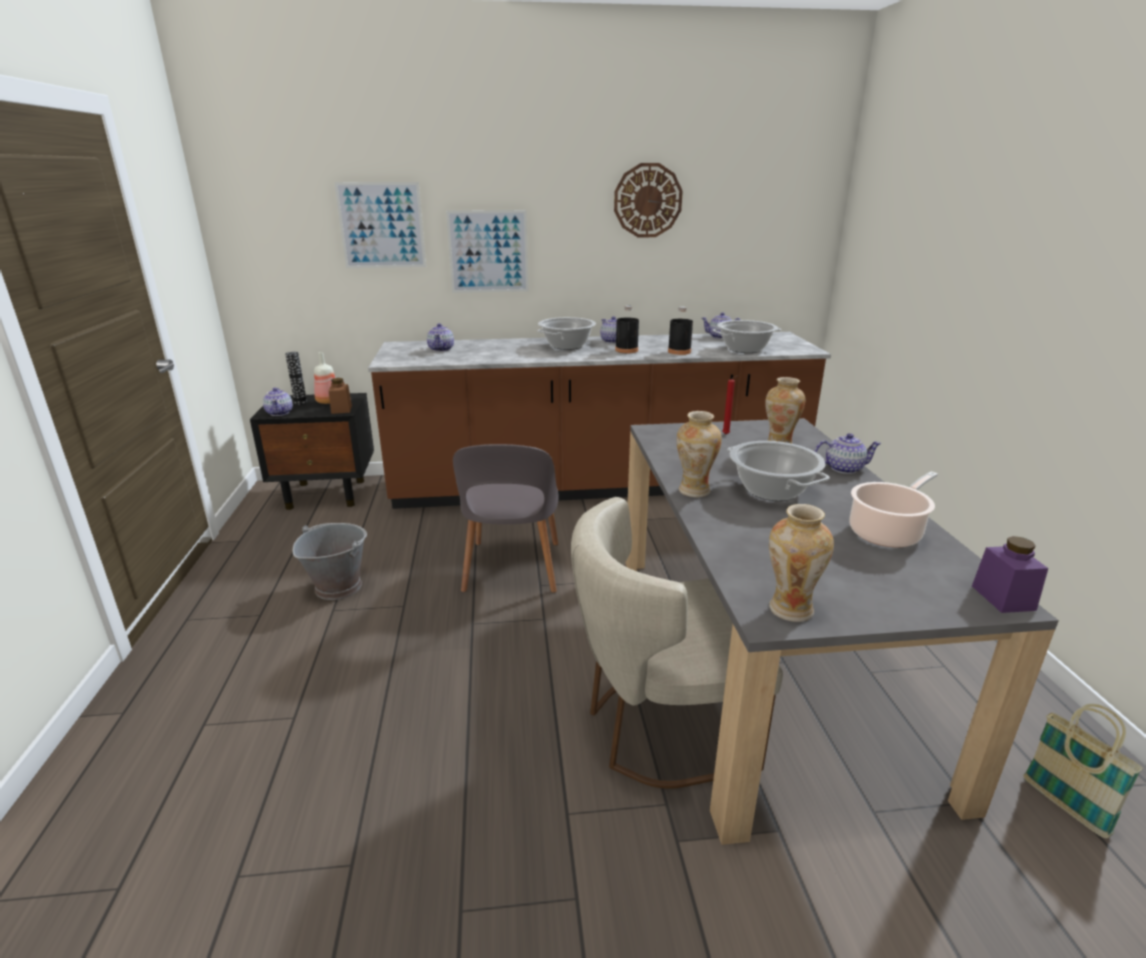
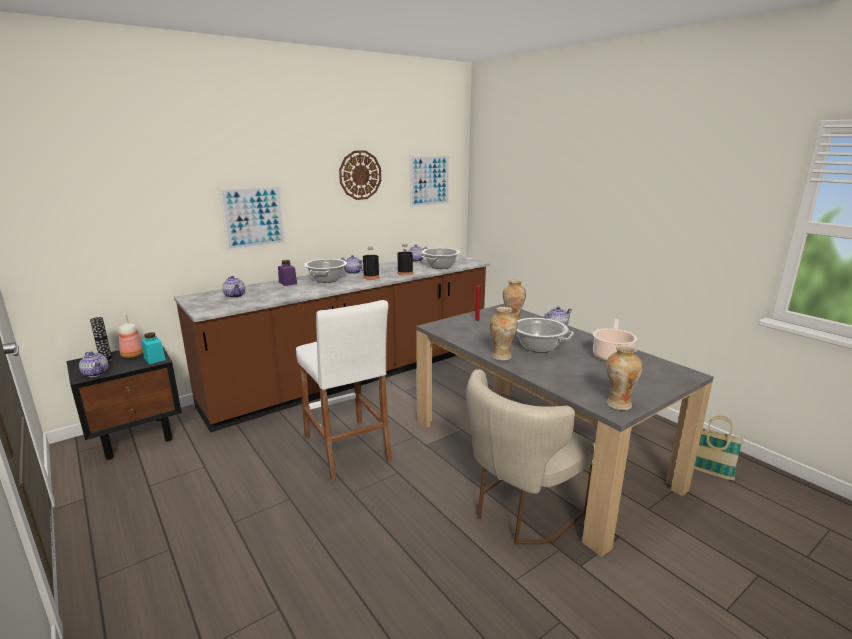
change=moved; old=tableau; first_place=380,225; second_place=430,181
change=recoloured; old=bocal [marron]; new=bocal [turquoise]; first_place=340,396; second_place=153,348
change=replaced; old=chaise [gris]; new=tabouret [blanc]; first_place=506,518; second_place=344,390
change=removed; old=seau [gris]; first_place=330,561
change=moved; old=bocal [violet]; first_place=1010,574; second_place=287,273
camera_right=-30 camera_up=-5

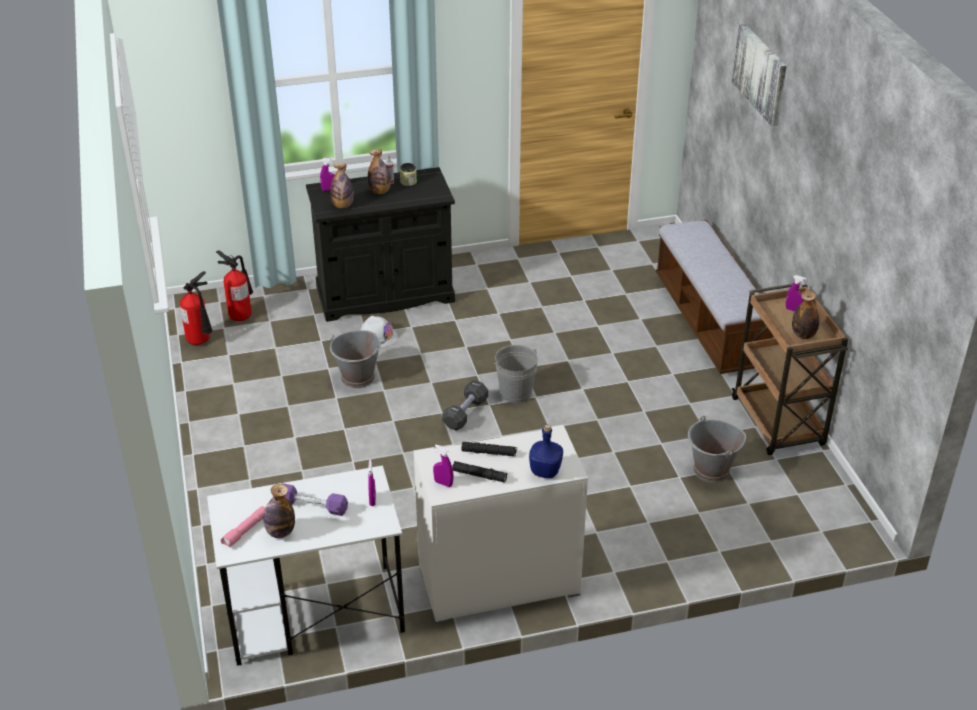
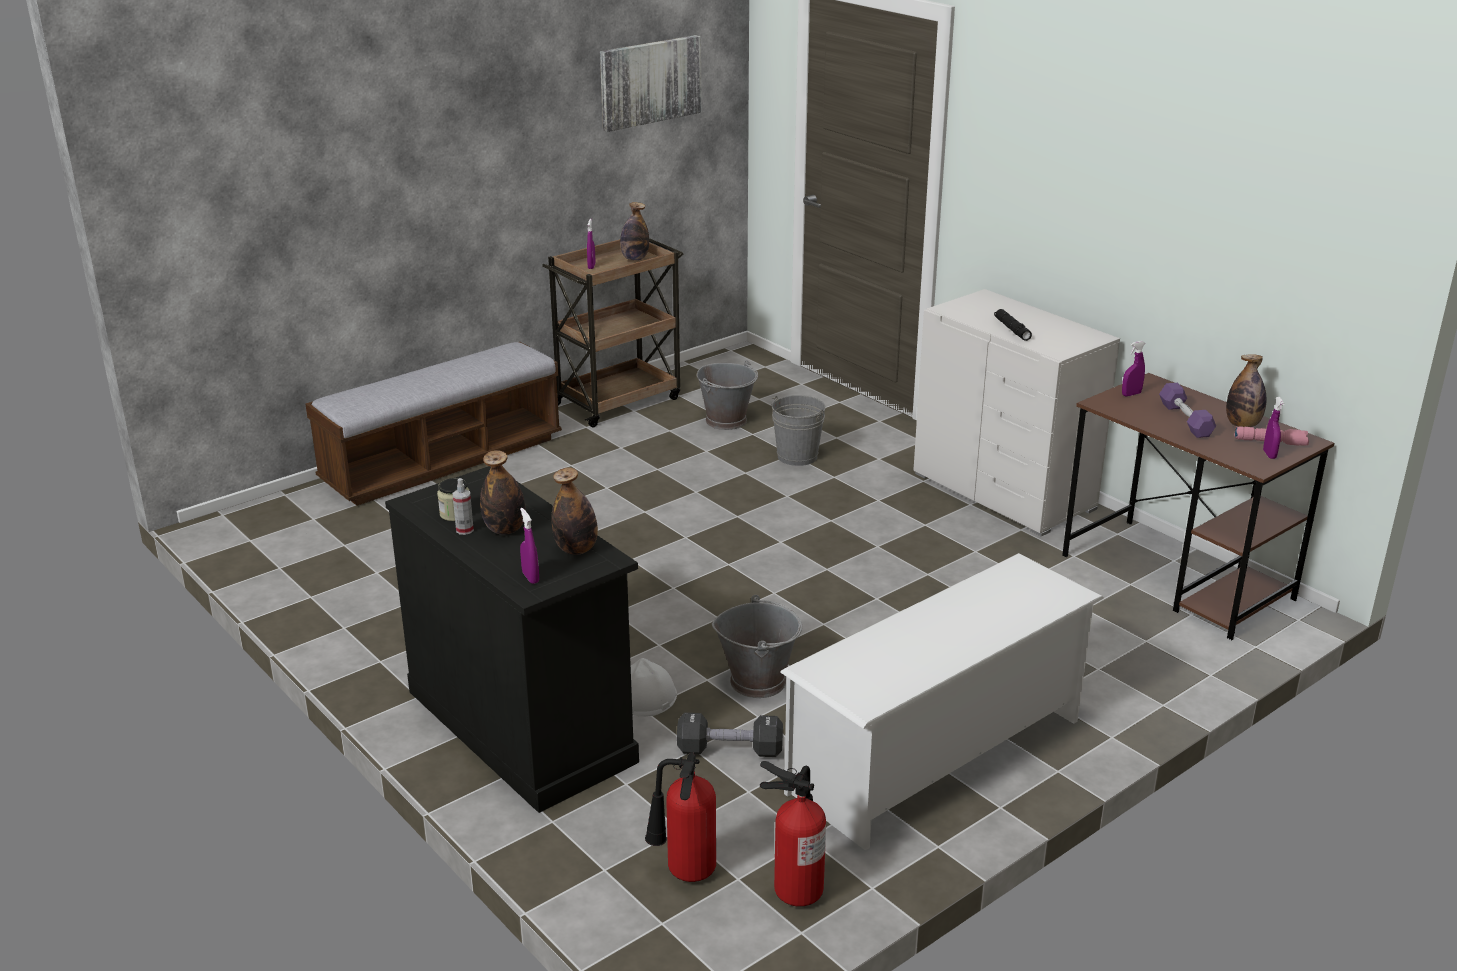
change=moved; old=tableau; first_place=759,75; second_place=651,83
change=moved; old=seau [gris]; first_place=516,374; second_place=799,430
change=moved; old=haltère [noir]; first_place=465,405; second_place=730,735
change=removed; old=bouteille [bleu]; first_place=546,451
change=moved; old=vaporisateur [violet]; first_place=443,465; second_place=1273,428
change=removed; old=lampe de poche [noir]; first_place=479,472
change=recoloured; old=bureau [blanc]; new=bureau [marron]; first_place=306,565; second_place=1198,506
change=added; new=étagère à chaussures [blanc]; second_place=942,702
camera_right=-115 camera_up=-10

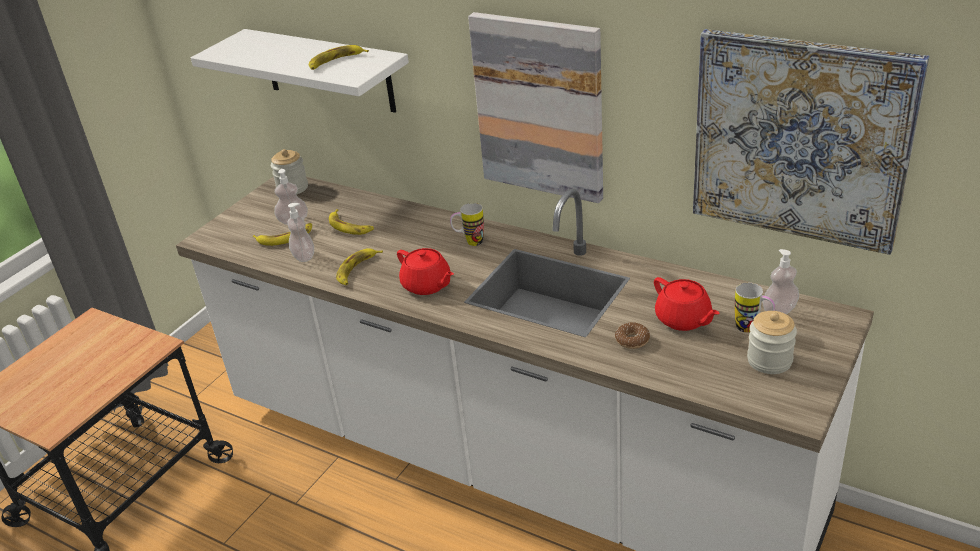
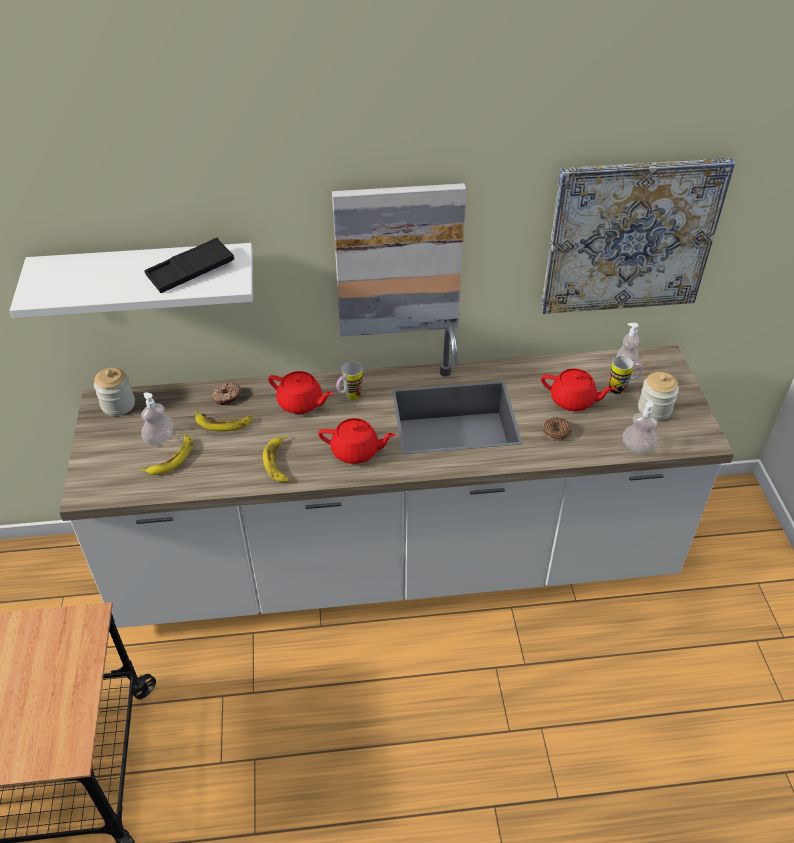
change=replaced; old=banane; new=plateau [noir]; first_place=339,57; second_place=189,265
change=moved; old=distributeur de savon; first_place=301,232; second_place=640,427
change=added; new=théière [rouge]; second_place=300,392
change=added; new=beignet; second_place=226,393
camera_right=-40 camera_up=10

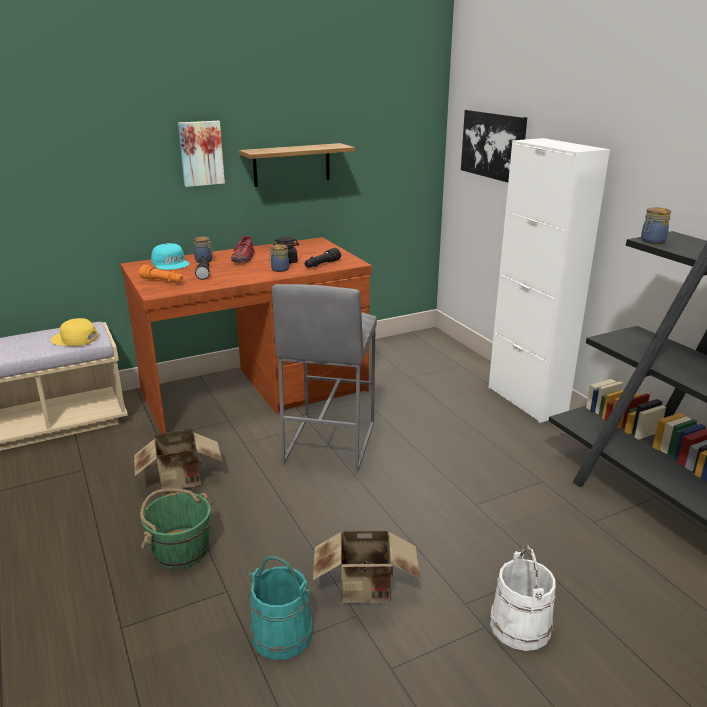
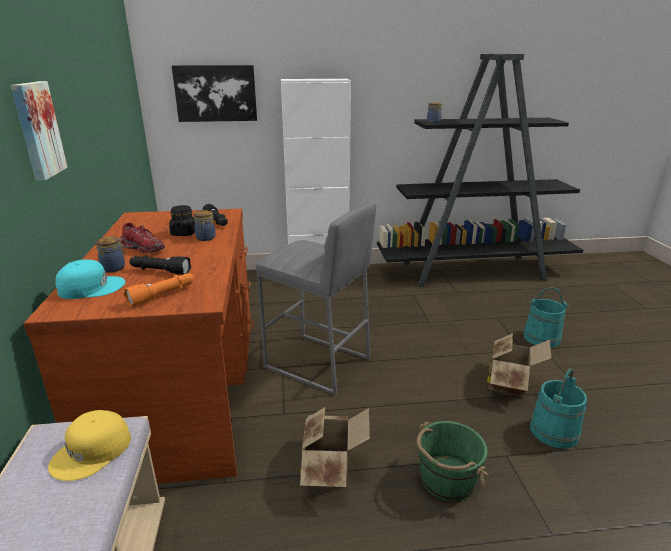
change=removed; old=étagère; first_place=297,165
change=recoloured; old=seau [blanc]; new=seau [turquoise]; first_place=522,598; second_place=546,317
camera_right=-70 camera_up=0

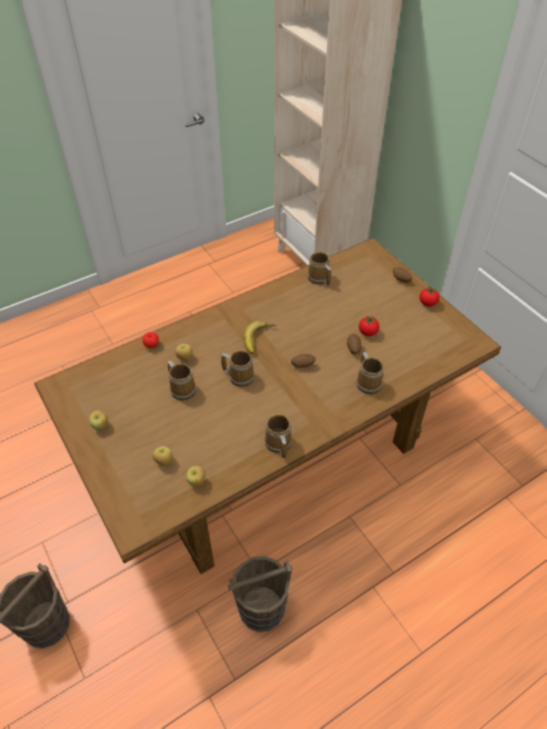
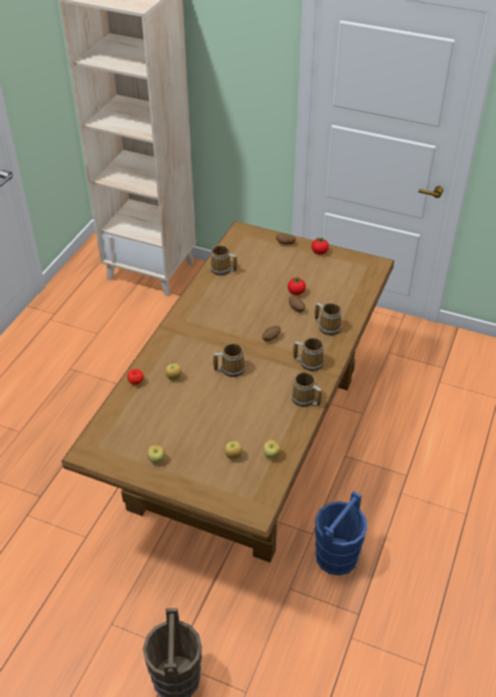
change=removed; old=banane; first_place=260,337
change=moved; old=mug; first_place=182,380; second_place=308,354
change=recoloured; old=seau [marron]; new=seau [bleu]; first_place=260,594; second_place=341,533
camera_right=-35 camera_up=-5

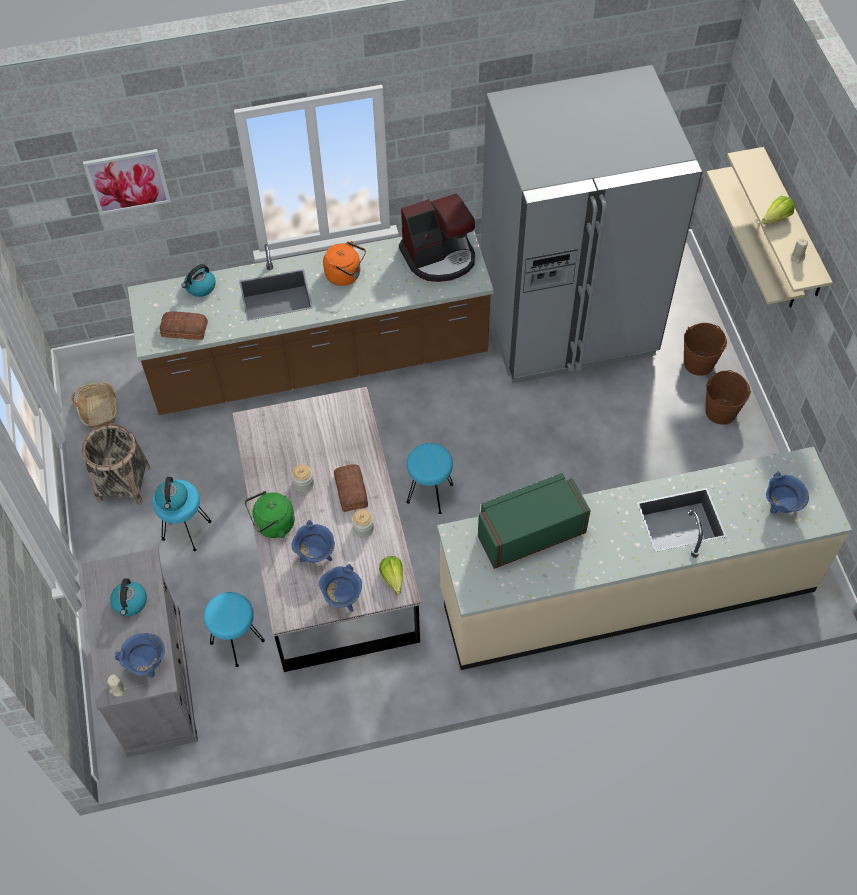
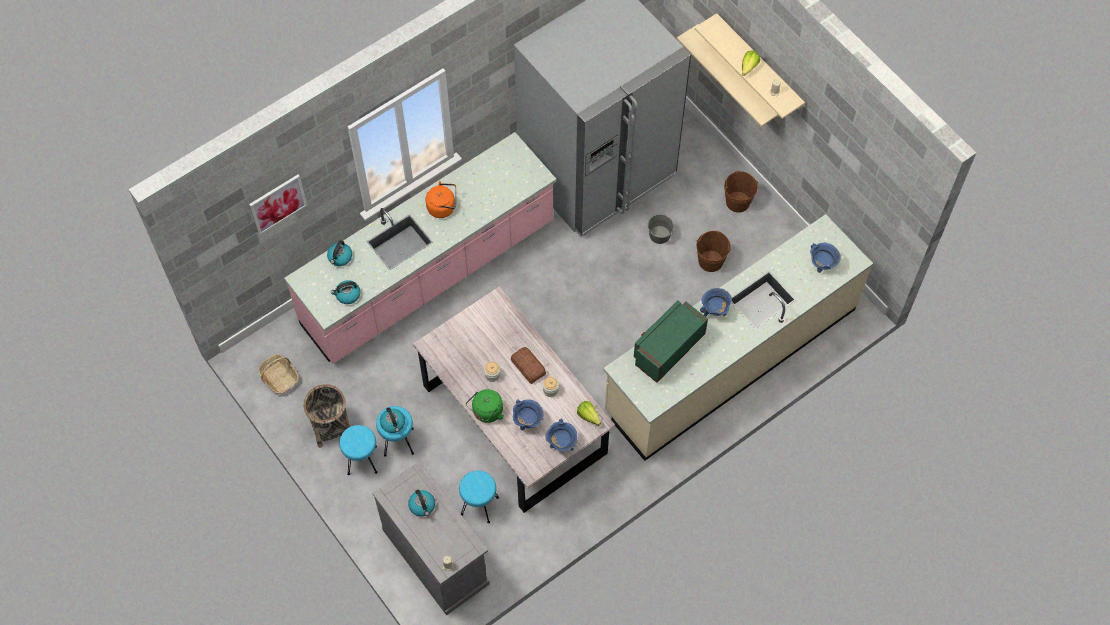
change=removed; old=machine à café; first_place=437,237
change=recoloured; old=comptoir de cuisine [marron]; new=comptoir de cuisine [rose]; first_place=311,322; second_place=420,248
change=replaced; old=pain; new=bouilloire; first_place=184,326; second_place=345,292
change=moved; old=seau [marron]; first_place=705,349; second_place=713,251
change=moved; old=tabouret [turquoise]; first_place=430,478; second_place=358,450
change=moved; old=marmite [bleu]; first_place=140,655; second_place=716,302
change=added; new=seau [gris]; second_place=661,229
camera_right=-25 camera_up=5

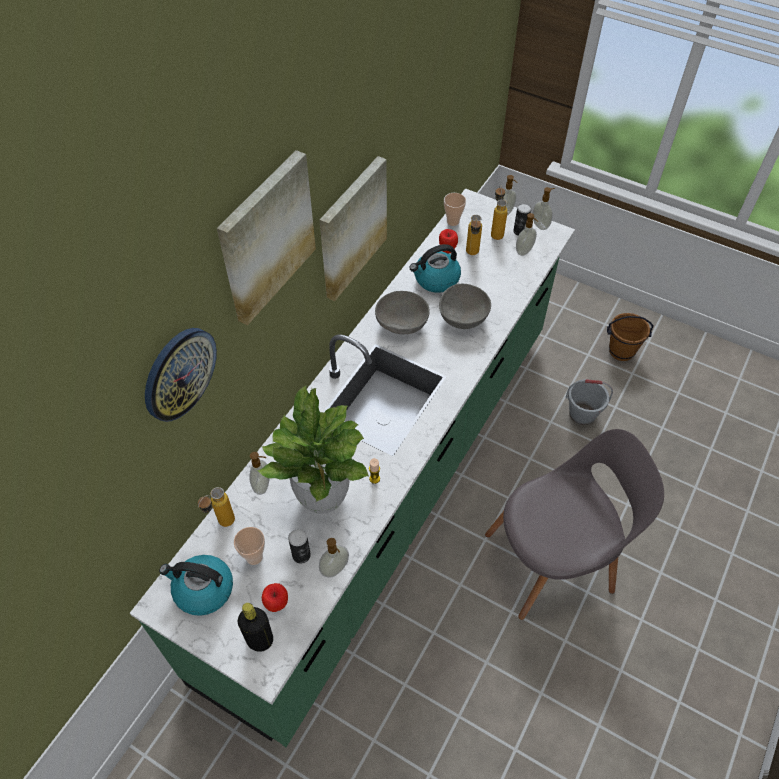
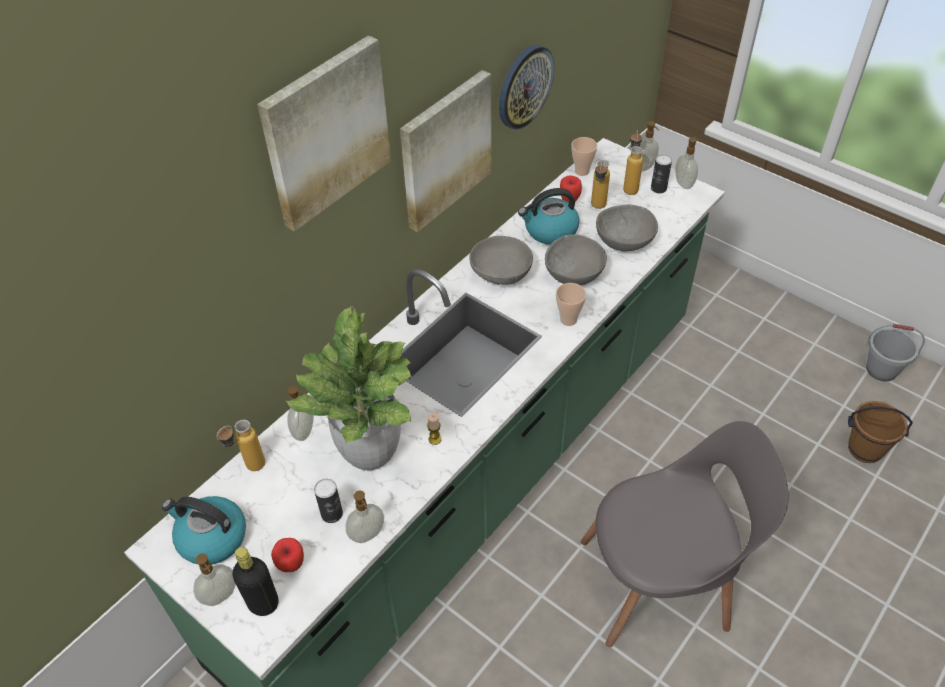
change=moved; old=distributeur de savon; first_place=527,234; second_place=214,579
change=moved; old=seau [marron]; first_place=630,337; second_place=880,432
change=moved; old=horloge murale; first_place=181,375; second_place=526,87
change=moved; old=seau [gris]; first_place=589,402; second_place=895,352
change=moved; old=tasse; first_place=249,546; second_place=571,304
change=added; new=bol [gris]; second_place=627,228
camera_right=10 camera_up=-5

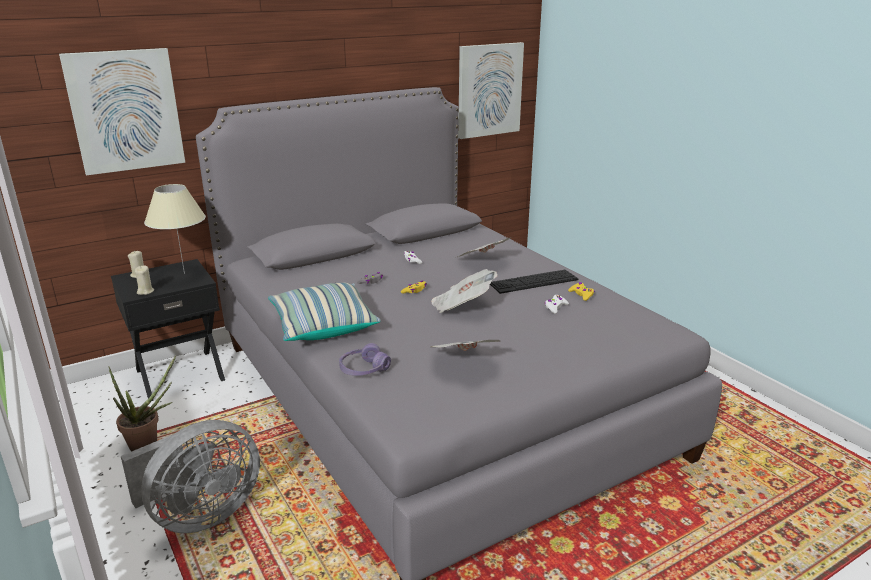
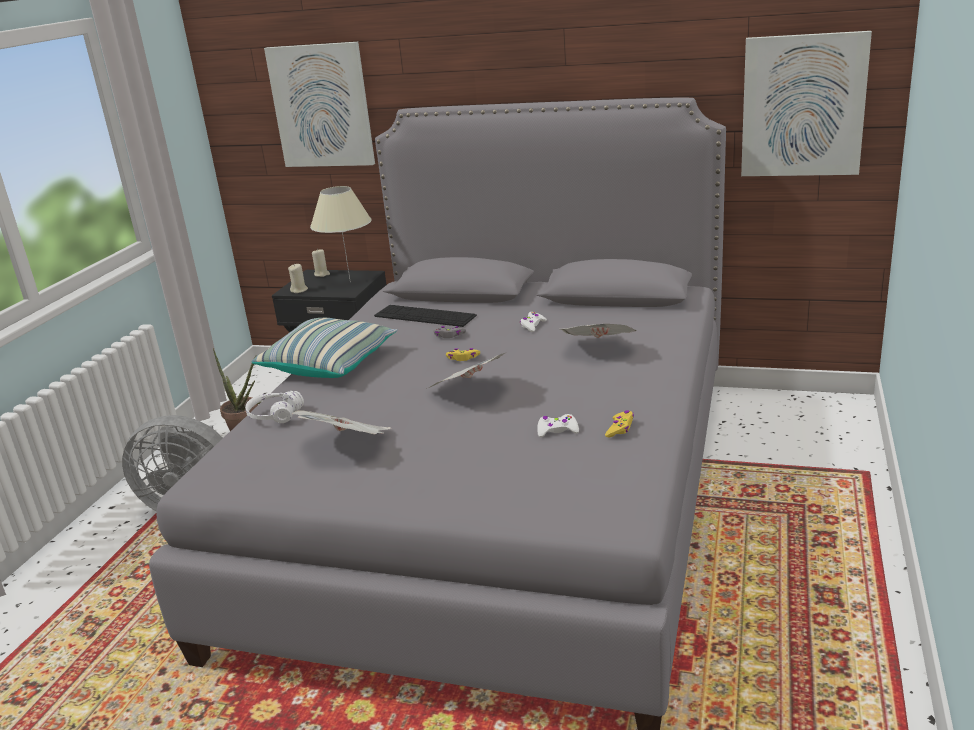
change=moved; old=clavier; first_place=534,282; second_place=425,316
change=recoloured; old=casque audio [violet]; new=casque audio [blanc]; first_place=365,359; second_place=274,407
camera_right=50 camera_up=0

